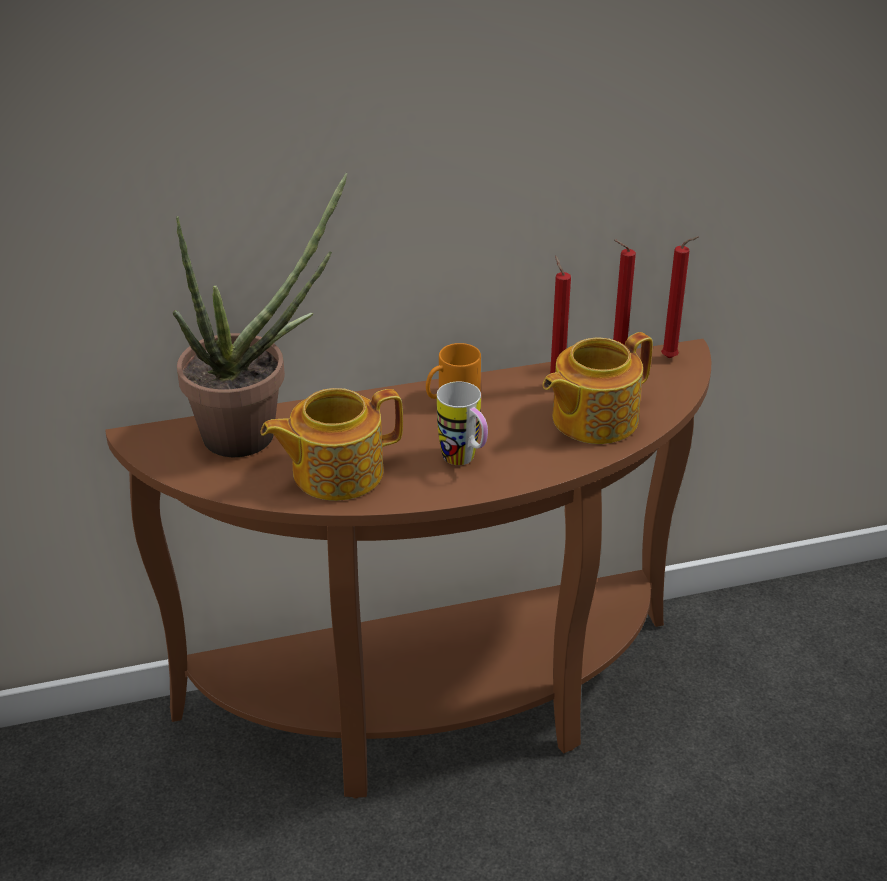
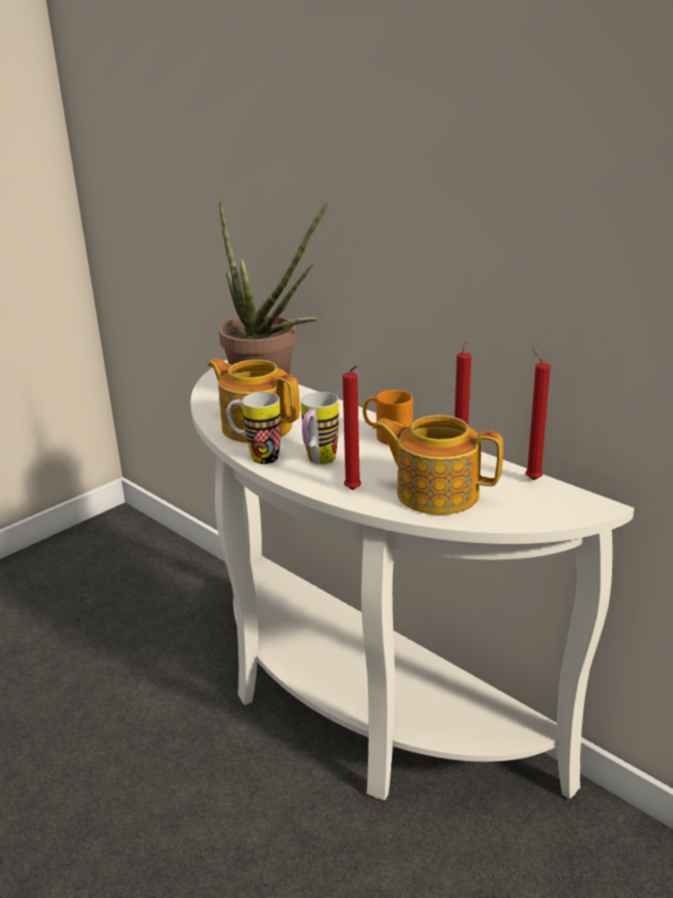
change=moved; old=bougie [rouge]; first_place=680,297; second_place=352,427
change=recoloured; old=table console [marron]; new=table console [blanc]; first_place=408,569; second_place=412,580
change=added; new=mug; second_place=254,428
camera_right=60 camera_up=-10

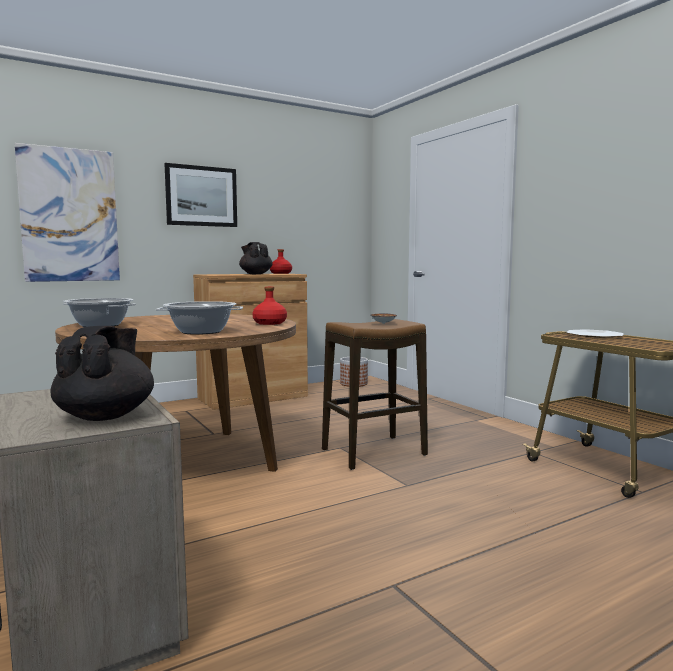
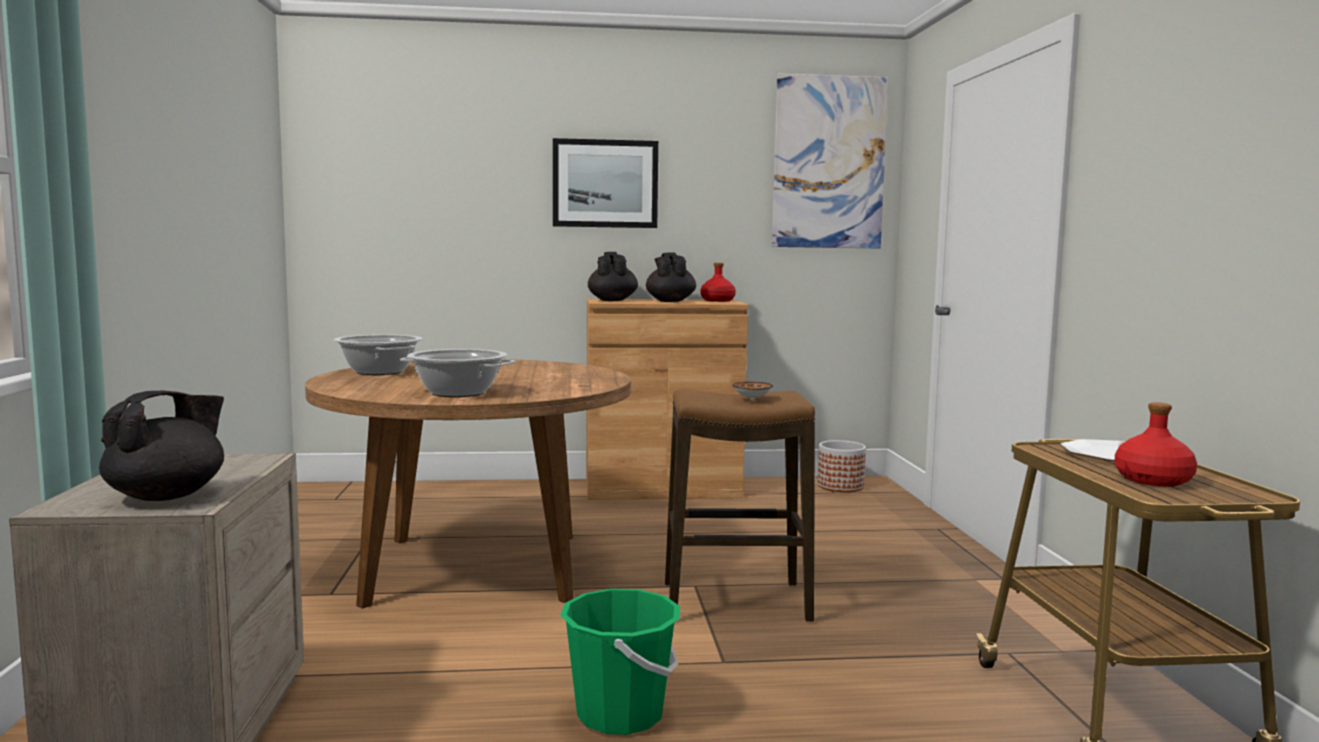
change=moved; old=tableau; first_place=67,212; second_place=830,160
change=moved; old=bouteille [rouge]; first_place=269,305; second_place=1156,444
change=added; new=théière [noir]; second_place=613,276
change=added; new=seau [vert]; second_place=620,662
camera_right=25 camera_up=0

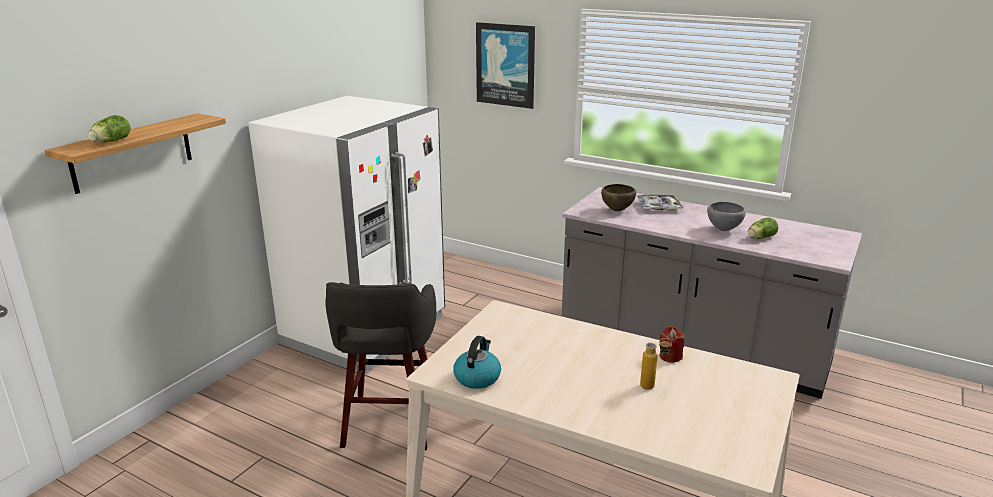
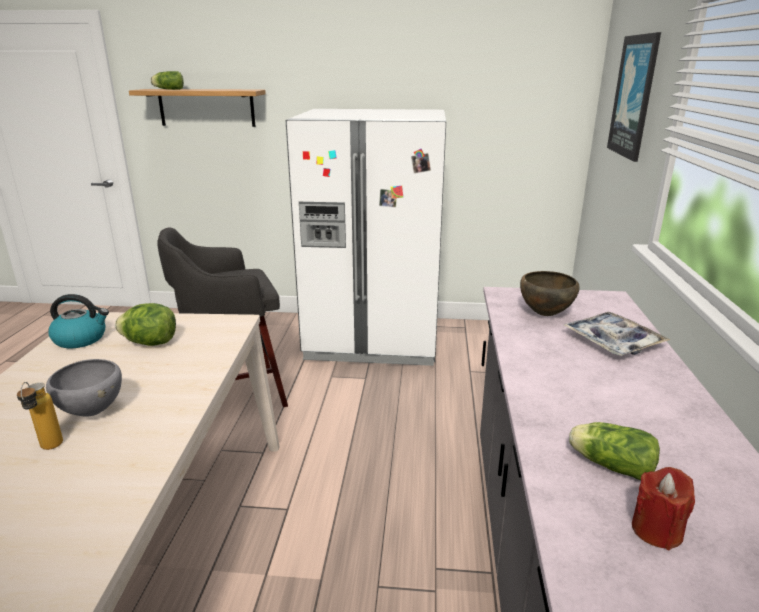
change=moved; old=bol [gris]; first_place=726,216; second_place=84,388
change=moved; old=bougie [rouge]; first_place=672,344; second_place=663,508
change=added; new=laitue; second_place=145,324
camera_right=65 camera_up=0

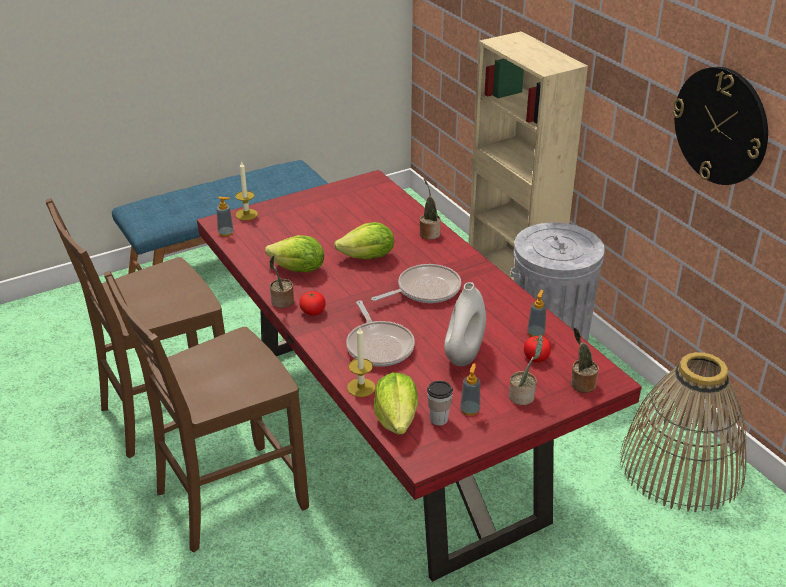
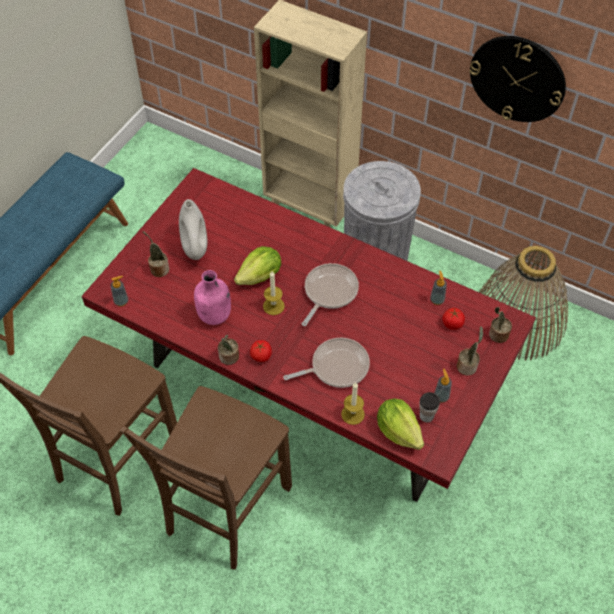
change=moved; old=bougie; first_place=246,190; second_place=274,293
change=moved; old=plante en pot; first_place=430,209; second_place=156,254
change=replaced; old=laitue; new=bouteille [rose]; first_place=294,253; second_place=212,297
change=moved; old=vase [blanc]; first_place=465,324; second_place=193,229
change=turned; old=poêle; first_place=380,334; second_place=326,363; degrees=-60
camera_right=-30 camera_up=20

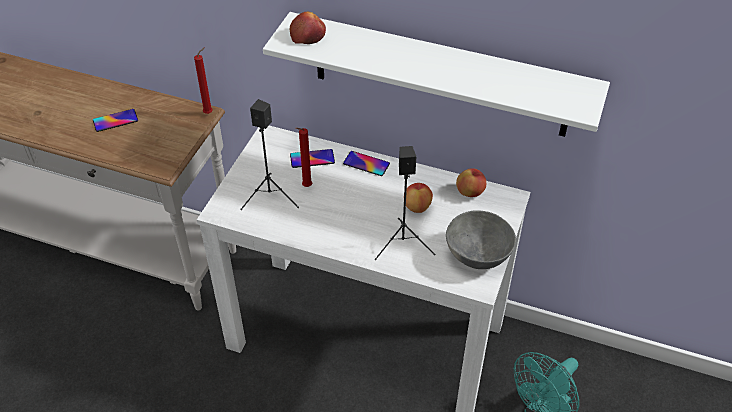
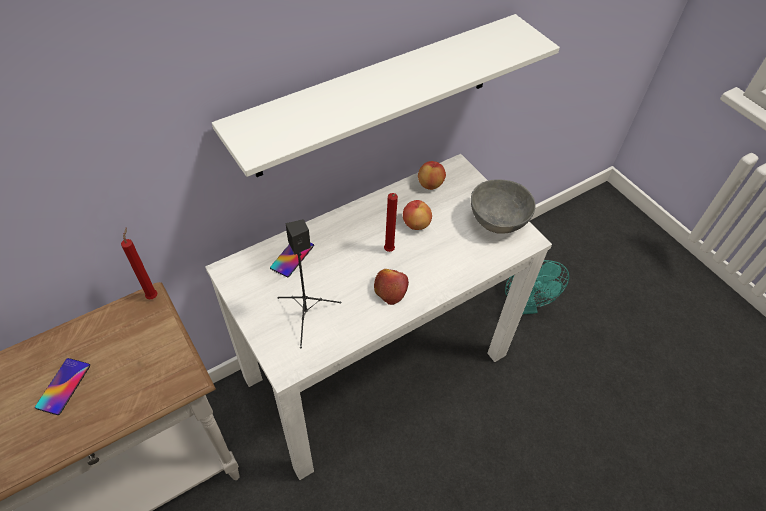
change=moved; old=pomme; first_place=308,28; second_place=391,287
change=moved; old=bougie [rouge]; first_place=303,157; second_place=391,222
change=removed; old=enceinte [noir]; first_place=405,203
change=removed; old=téléphone; first_place=366,163
camera_right=-55 camera_up=5

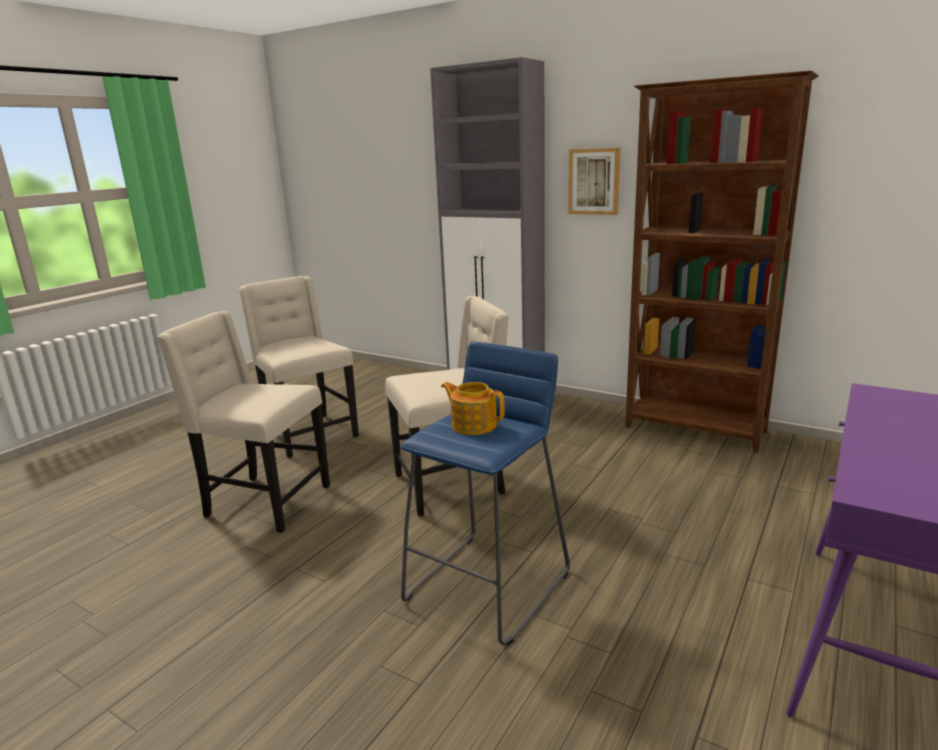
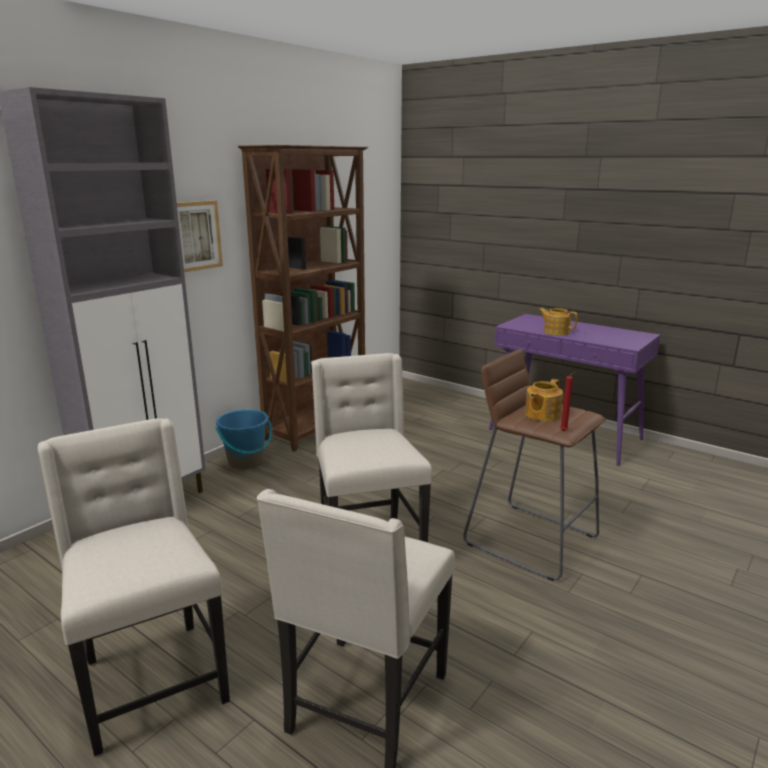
change=turned; old=chaise [beige]; first_place=299,367; second_place=134,587; degrees=90
change=recoloured; old=tabouret [bleu]; new=tabouret [marron]; first_place=485,494; second_place=534,465
change=added; new=théière; second_place=558,322
change=added; new=bougie [rouge]; second_place=568,401
change=added; new=seau [bleu]; second_place=244,439
camera_right=-85 camera_up=0

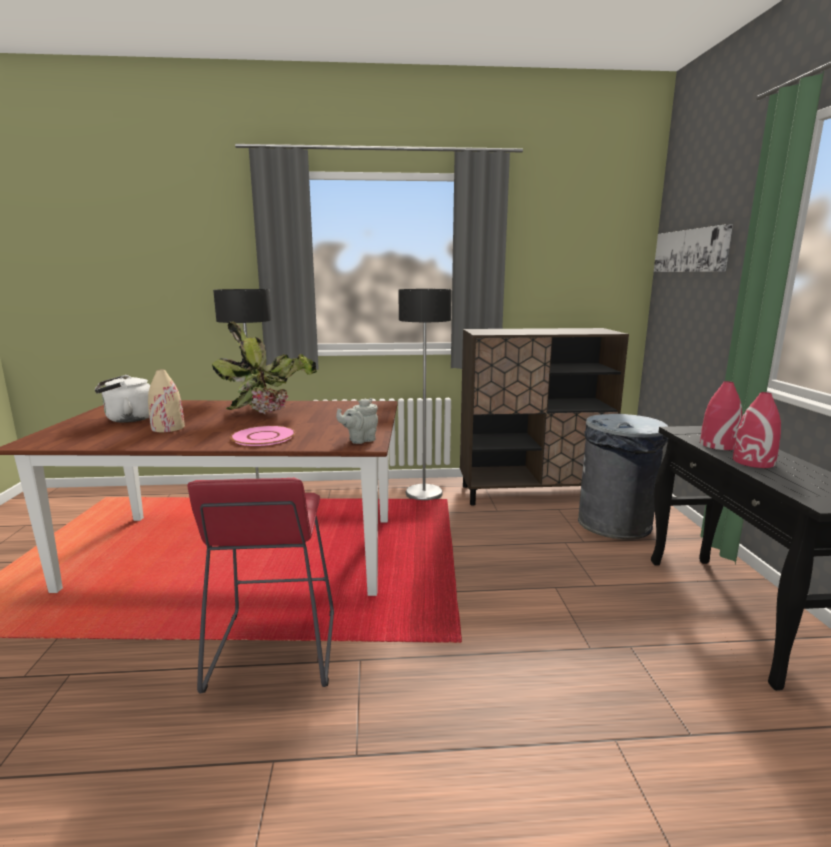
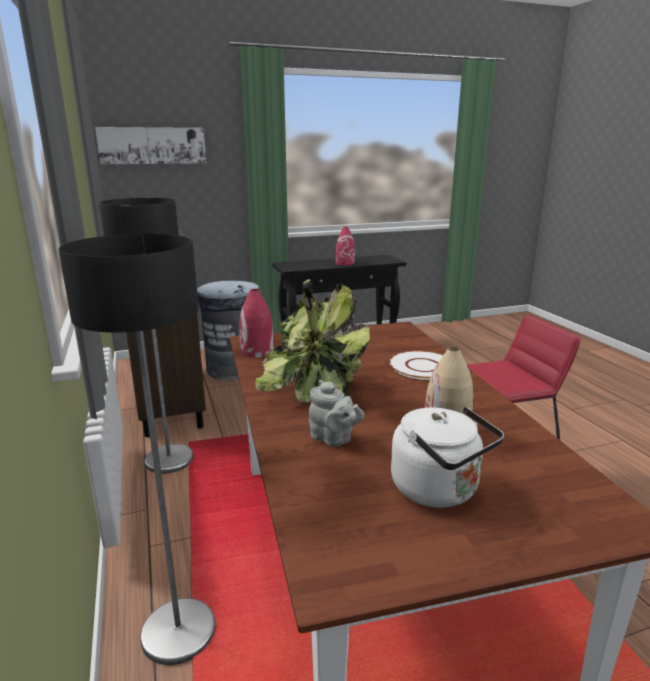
change=moved; old=vase [rouge]; first_place=721,415; second_place=256,323
change=moved; old=théière [gris]; first_place=357,421; second_place=336,413
change=recoloured; old=assiette [rose]; new=assiette [blanc]; first_place=262,436; second_place=416,365
camera_right=-105 camera_up=5

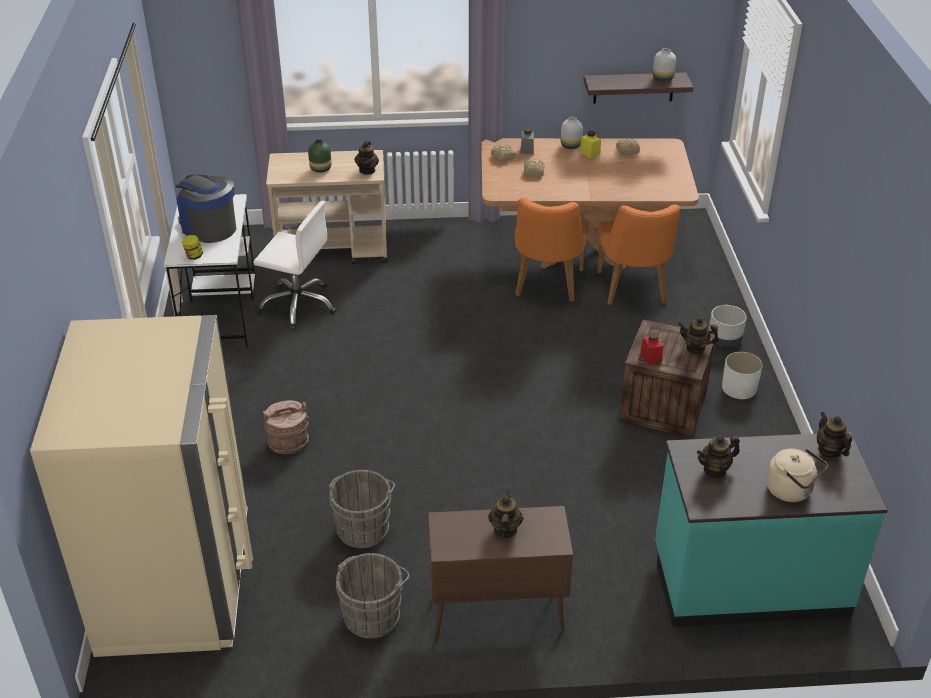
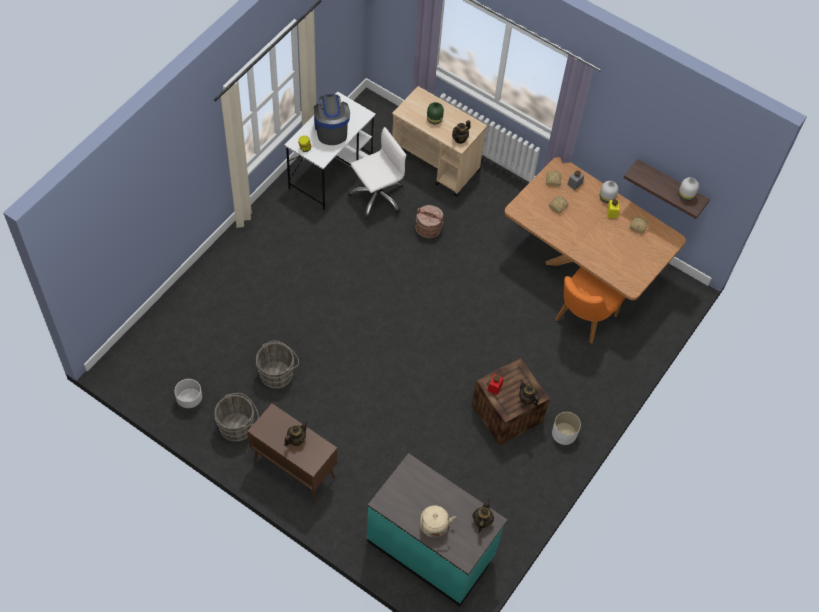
change=removed; old=chaise [orange]; first_place=551,250
change=turned; old=chaise de bureau [blanc]; first_place=295,265; second_place=377,173; degrees=-90
change=moved; old=cache-pot [gris]; first_place=728,325; second_place=188,395
change=removed; old=réfrigérateur [beige]; first_place=141,486
change=moved; old=seau [marron]; first_place=286,427; second_place=430,221
change=removed; old=théière; first_place=718,456
camera_right=35 camera_up=20

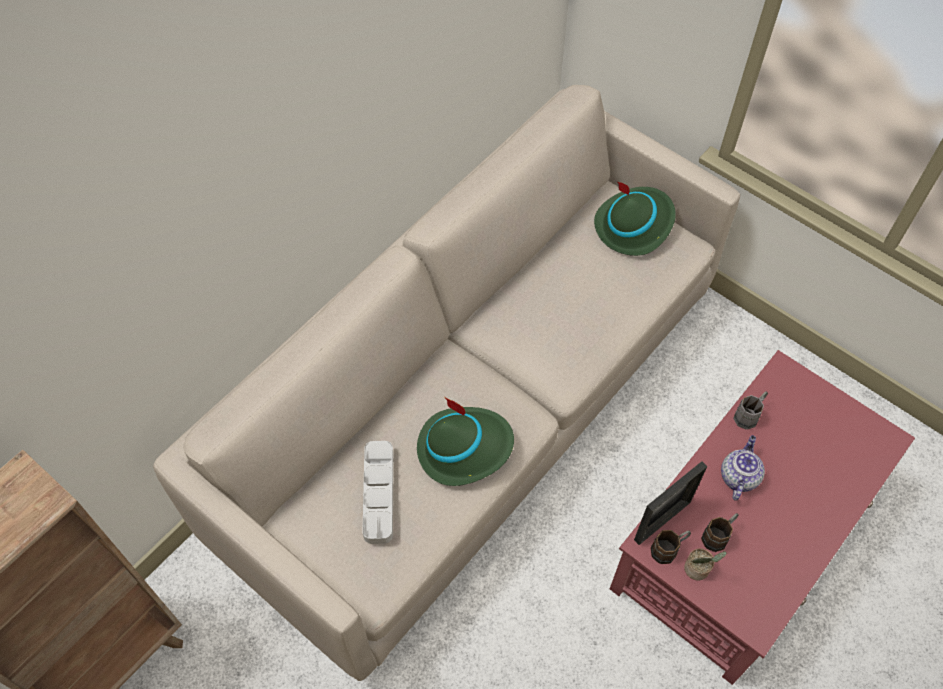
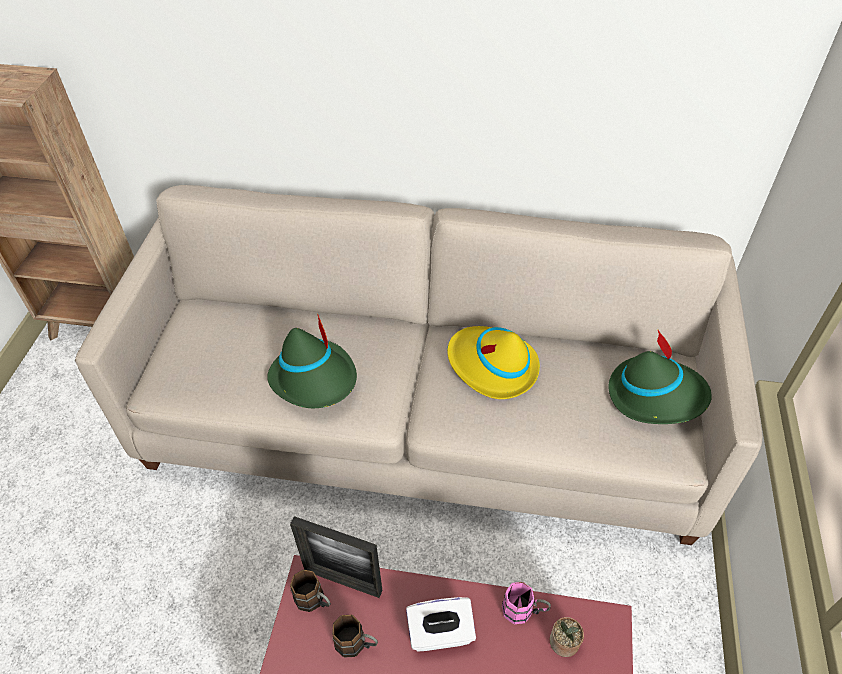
change=recoloured; old=mug [gris]; new=mug [rose]; first_place=751,411; second_place=526,603
change=replaced; old=théière; new=boîte à mouchoirs [blanc]; first_place=743,468; second_place=441,624
change=removed; old=plateau [gris]; first_place=378,492
change=moved; old=plante en pot; first_place=705,564; second_place=566,637
change=added; new=chapeau [jaune]; second_place=493,362
camera_right=60 camera_up=-10

